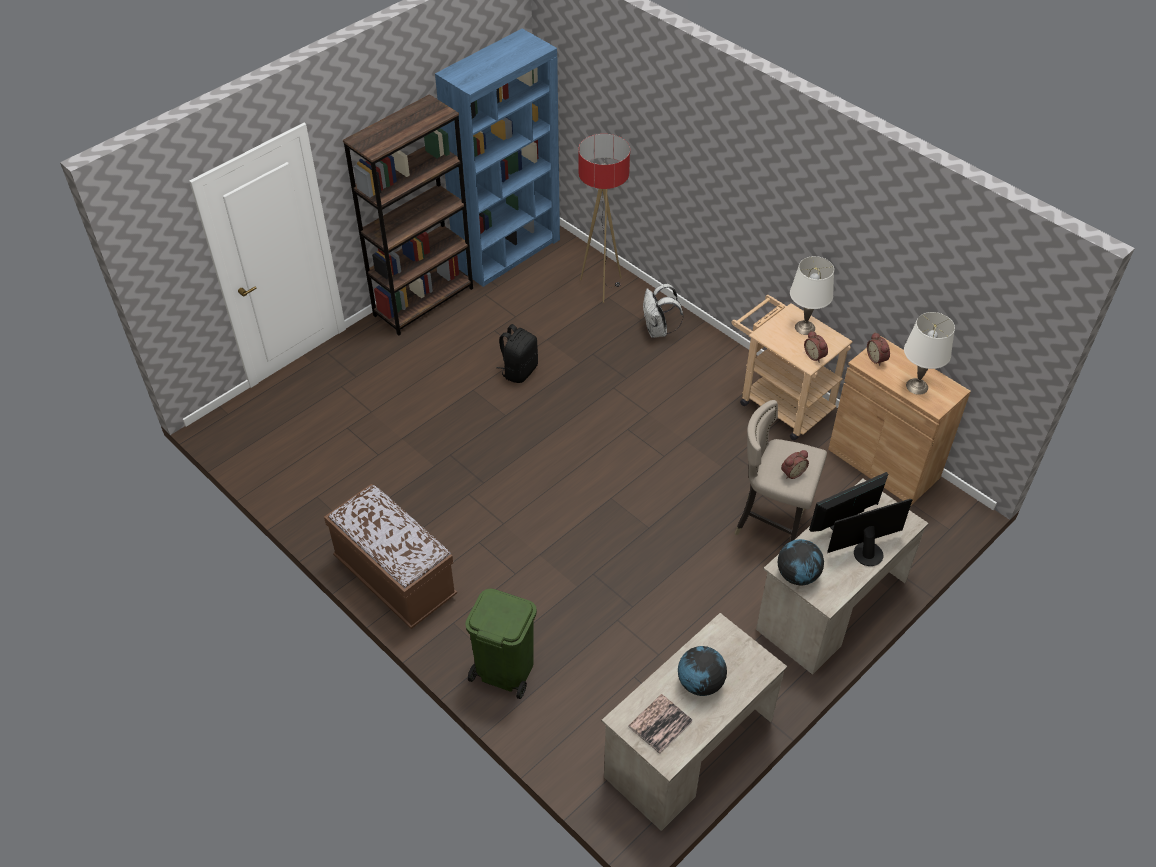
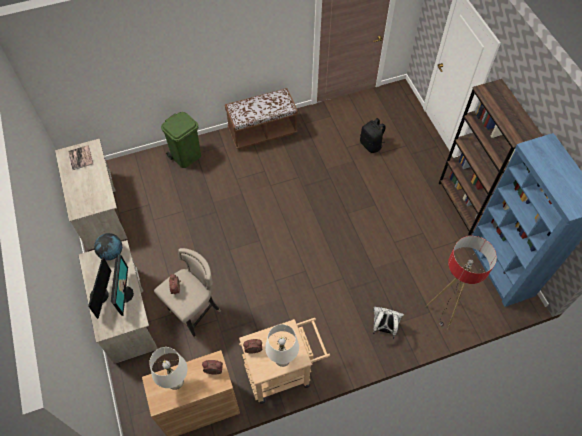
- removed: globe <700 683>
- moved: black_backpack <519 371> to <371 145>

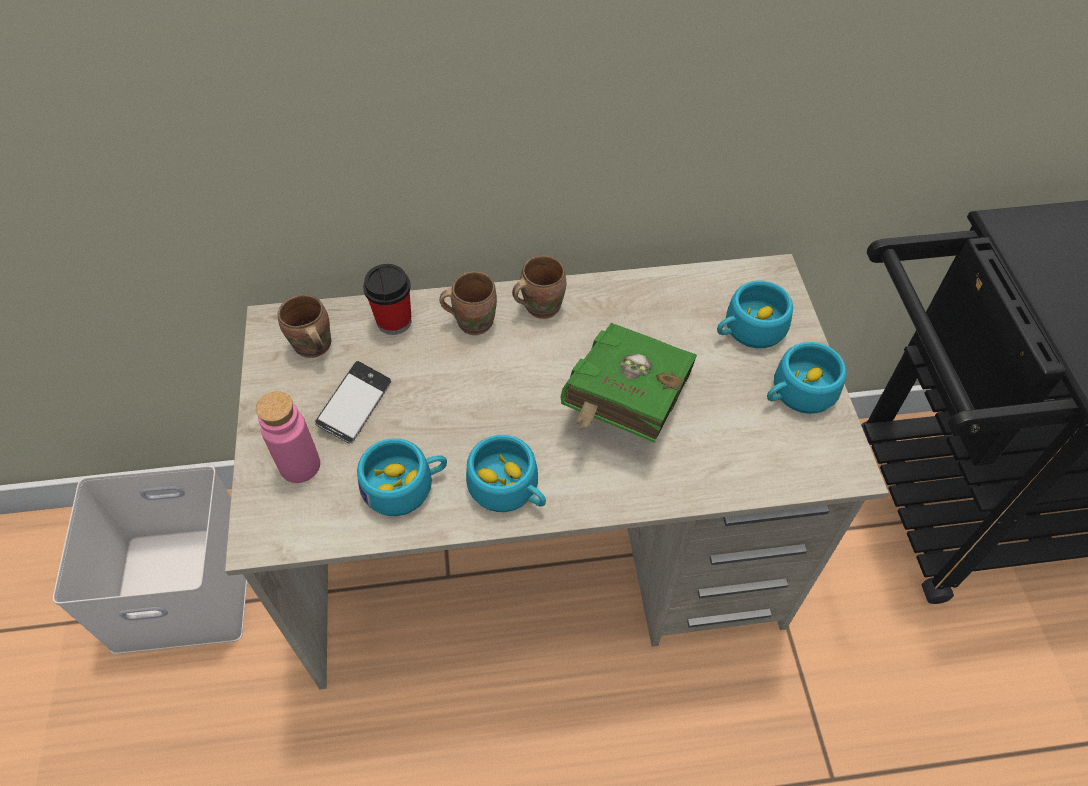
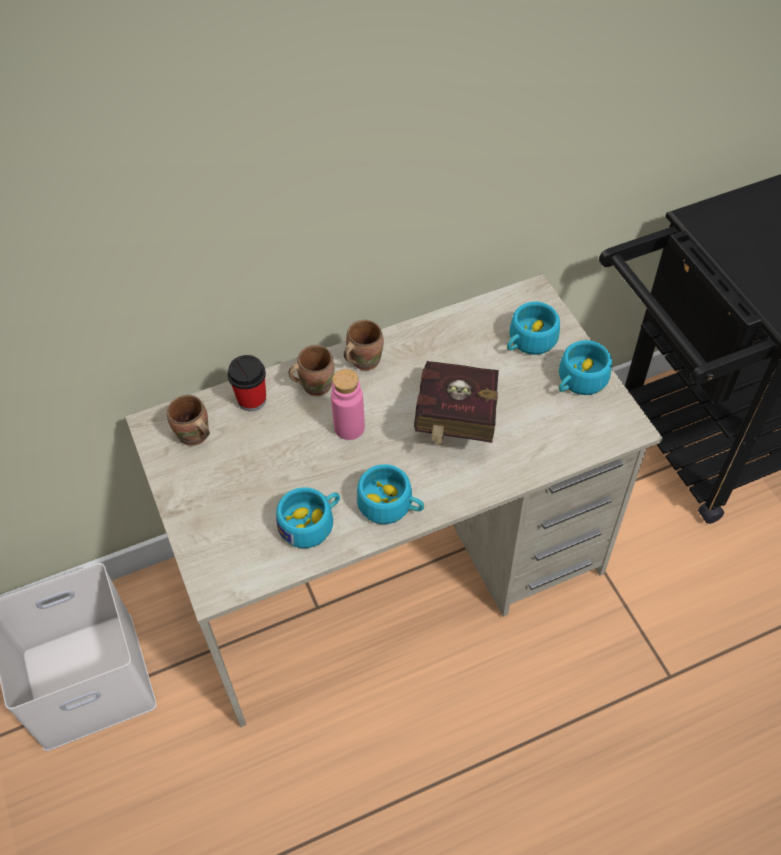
- removed: phone <355 406>
- moved: pink_bottle <300 465> to <349 427>
- recoloured: green_book <623 406> to red_book <454 423>

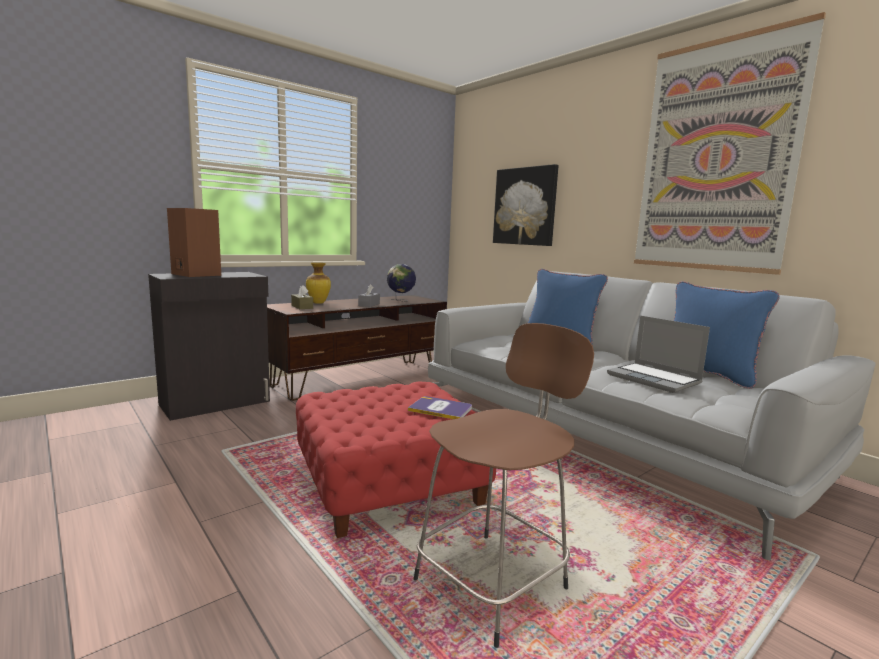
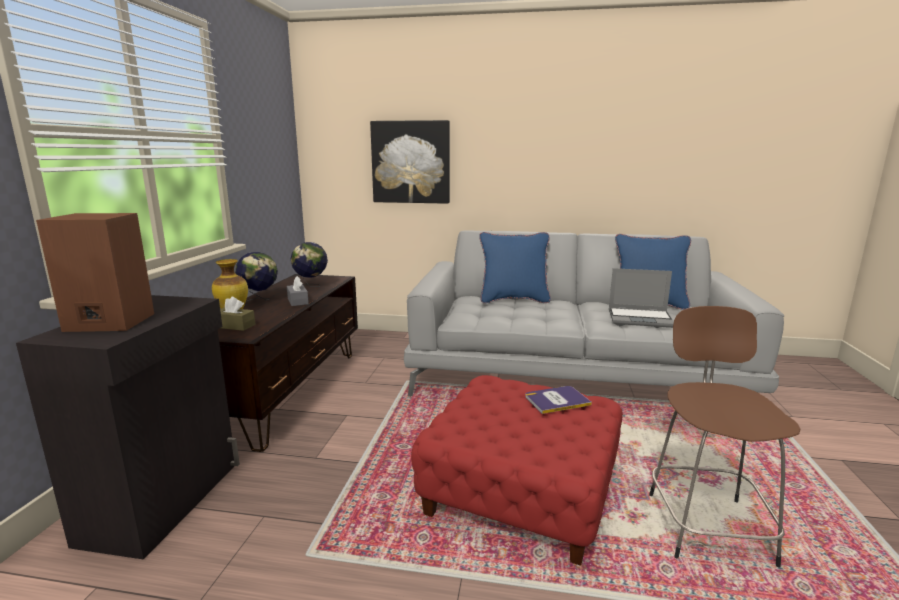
- removed: picture <716 157>
- added: globe <260 300>

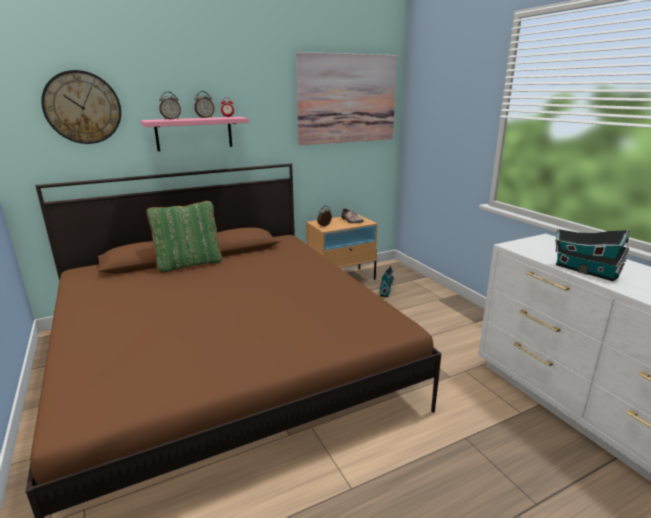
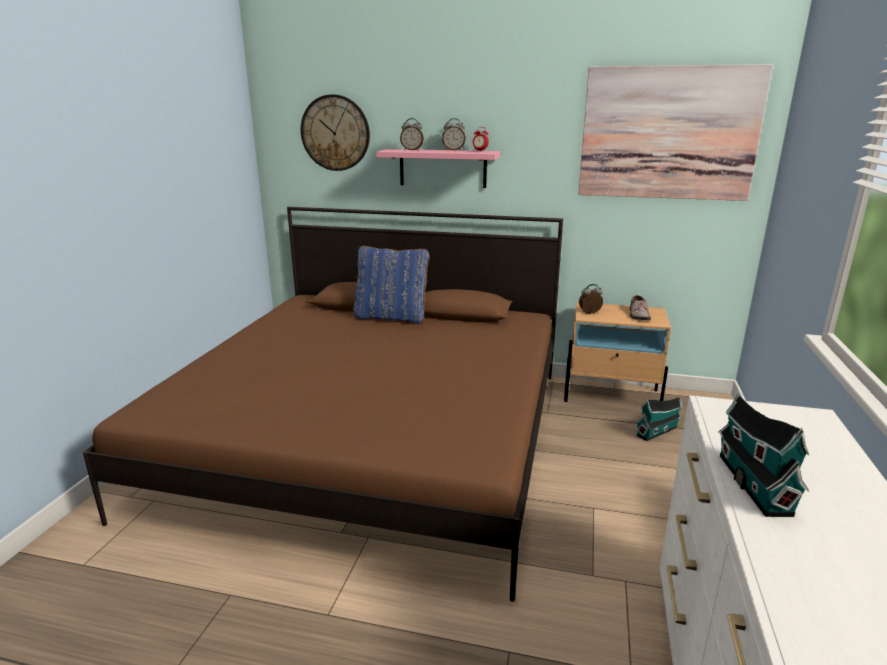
- recoloured: green_pillow <189 264> to blue_pillow <392 317>

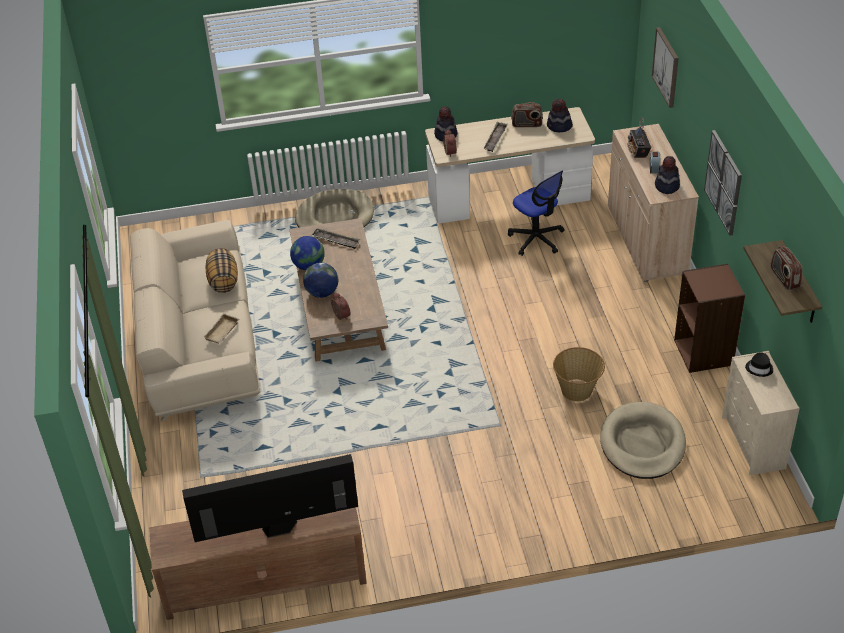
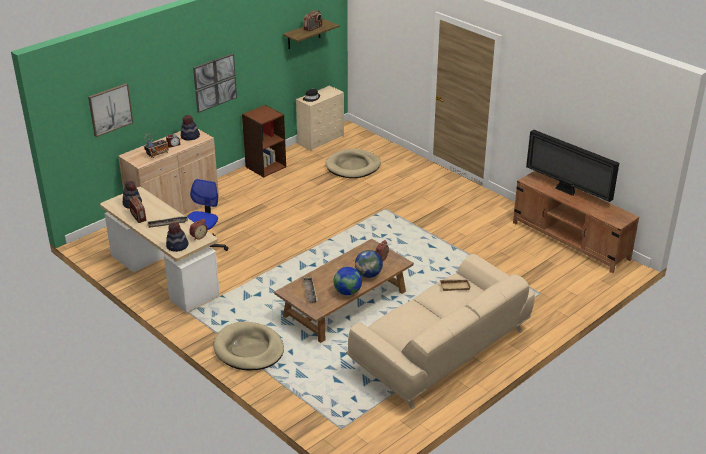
- removed: pillow <223 281>
- removed: basket <577 390>

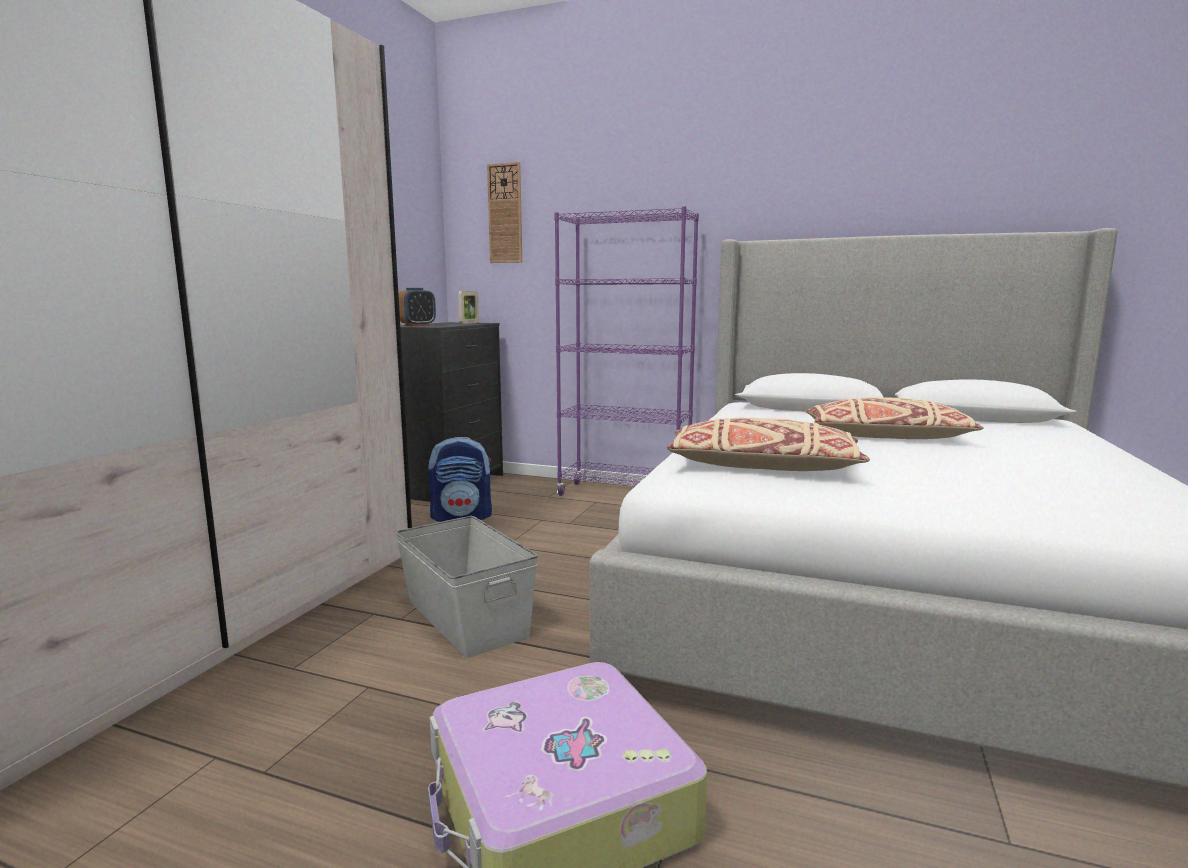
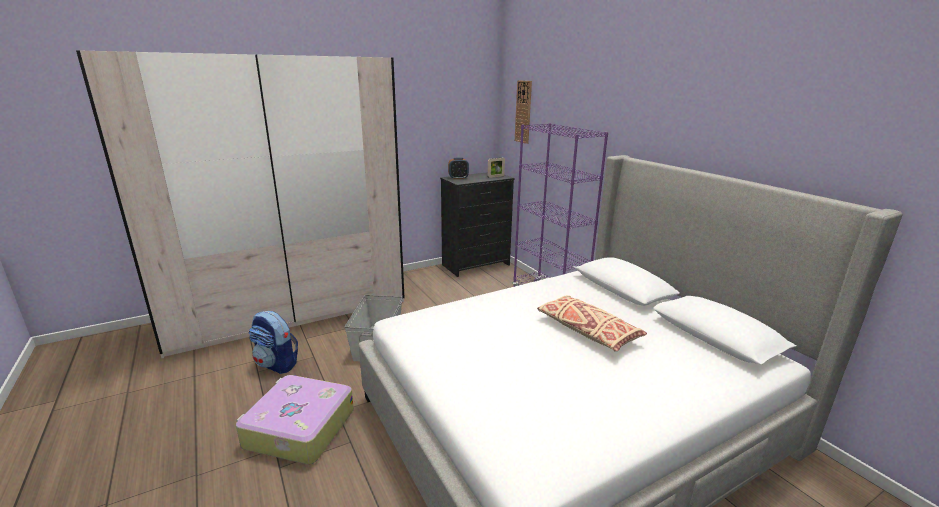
- removed: beige_pillow <762 466>
- moved: backpack <462 517> to <277 364>

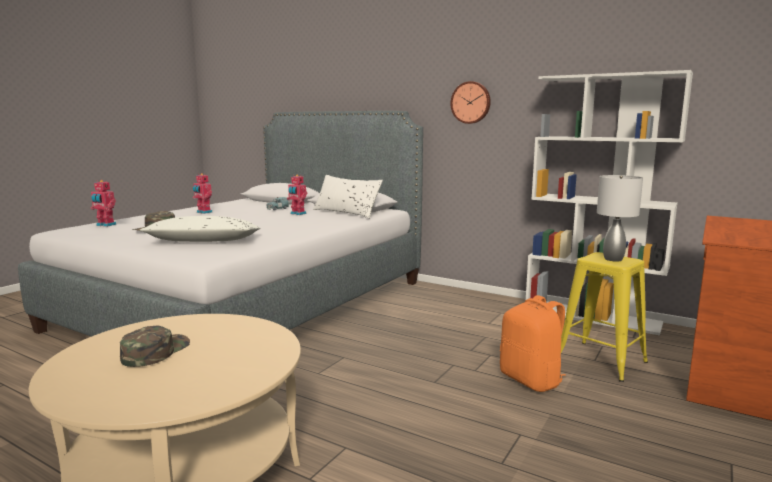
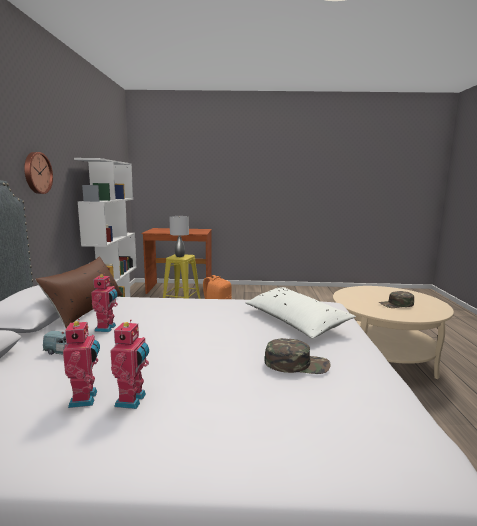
- moved: toy_robot <105 225> to <85 399>
- recoloured: white_pillow <346 212> to brown_pillow <87 309>

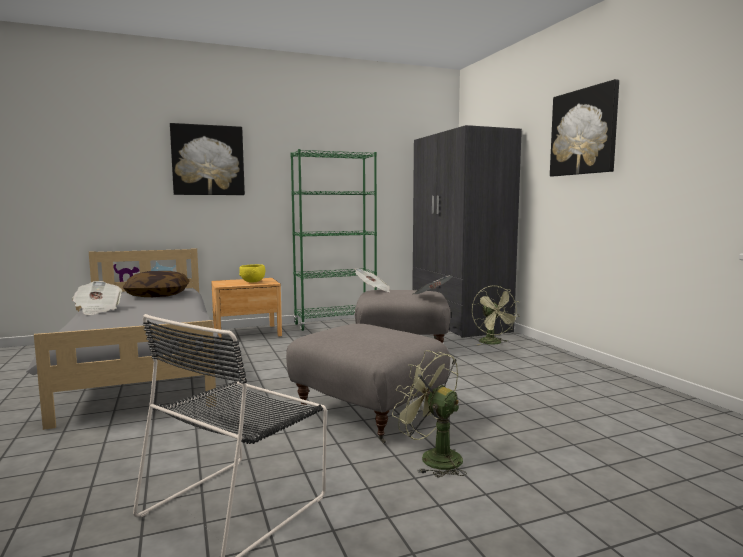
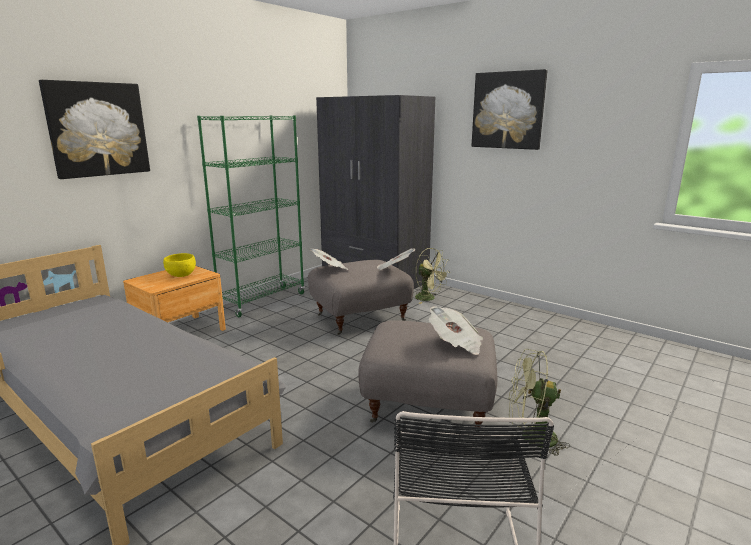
- removed: pillow <158 295>
- moved: newspaper <98 310> to <456 344>

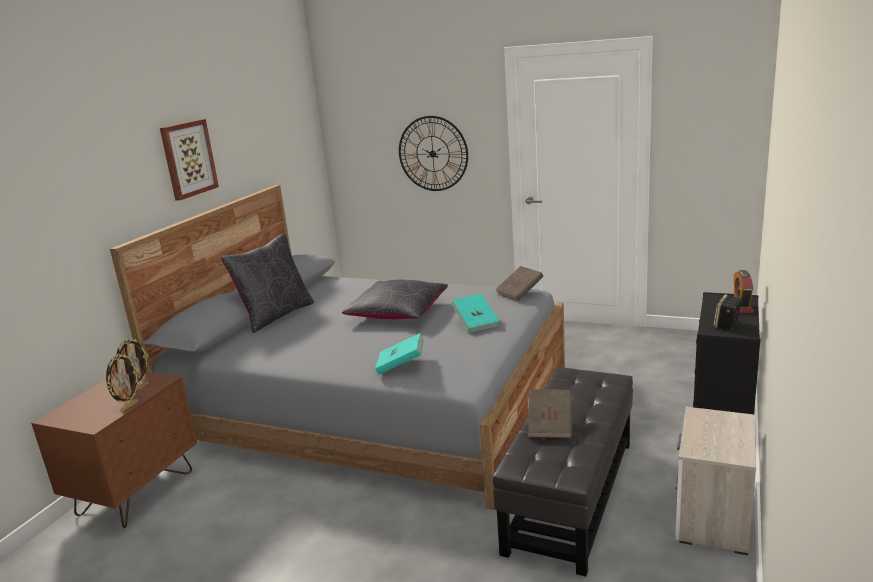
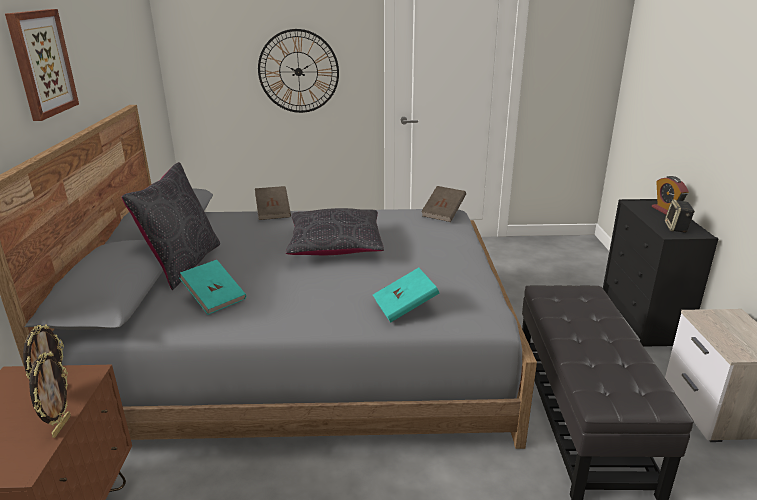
- moved: turquoise_book <476 323> to <215 298>
- moved: brown_book <550 425> to <273 212>

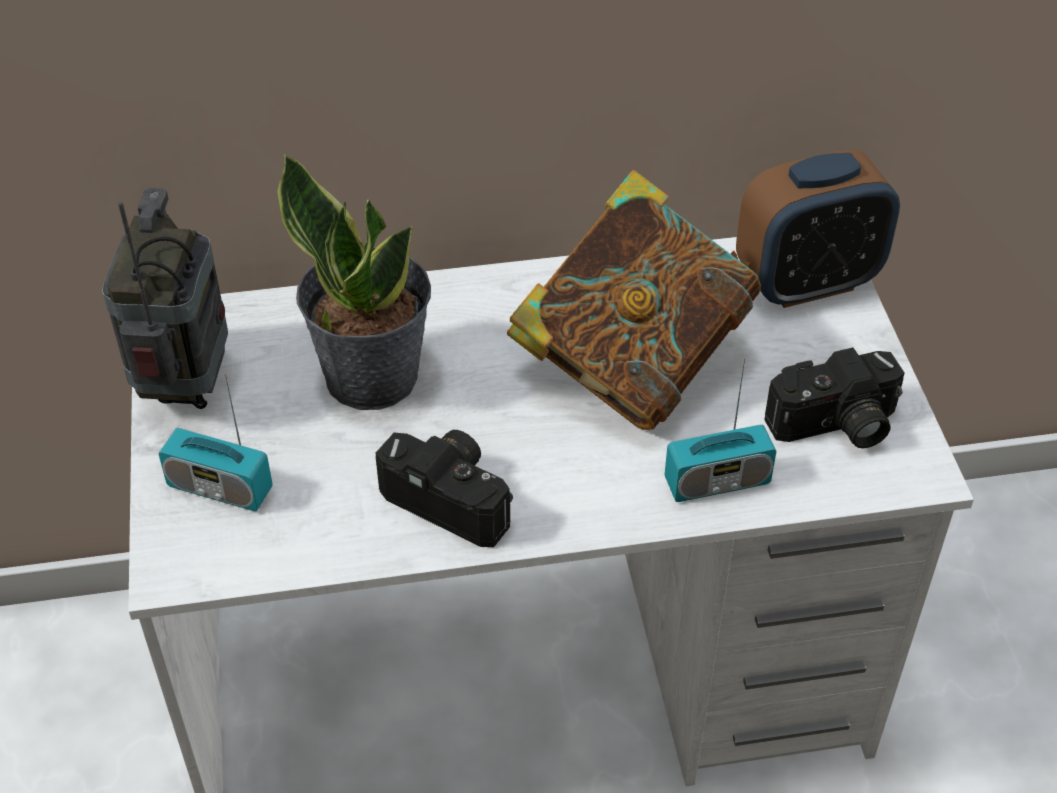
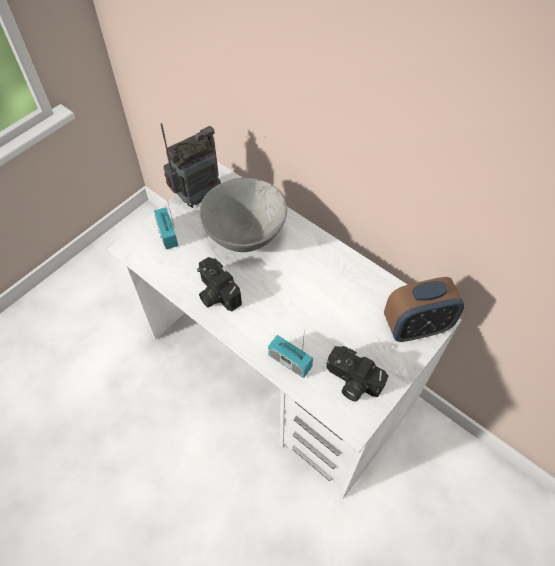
- removed: book <631 362>
- replaced: potted_plant <372 375> to grey_bowl <245 237>
- turned: photo_camera <454 498> = <215 293> 150 degrees clockwise
- turned: alarm_clock <807 283> = <416 327> 45 degrees counterclockwise

